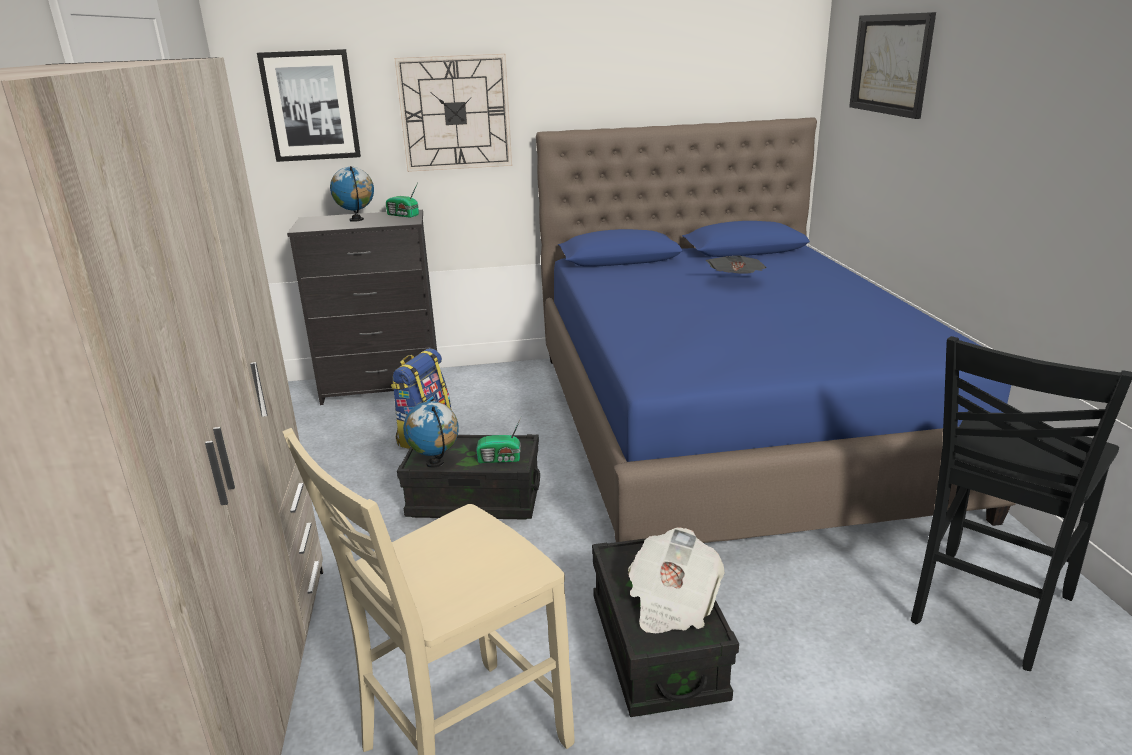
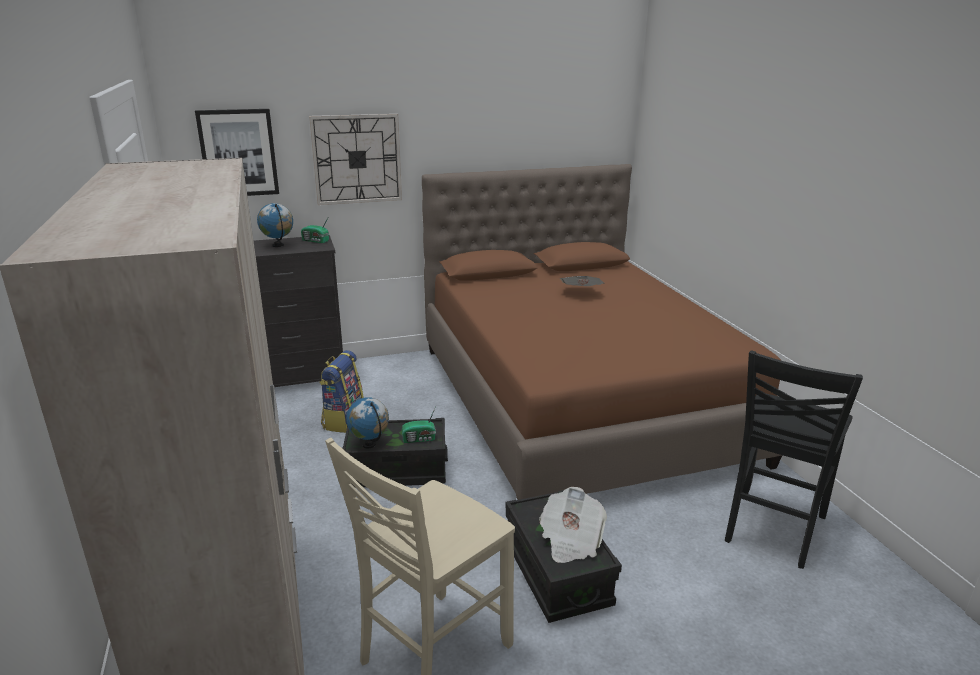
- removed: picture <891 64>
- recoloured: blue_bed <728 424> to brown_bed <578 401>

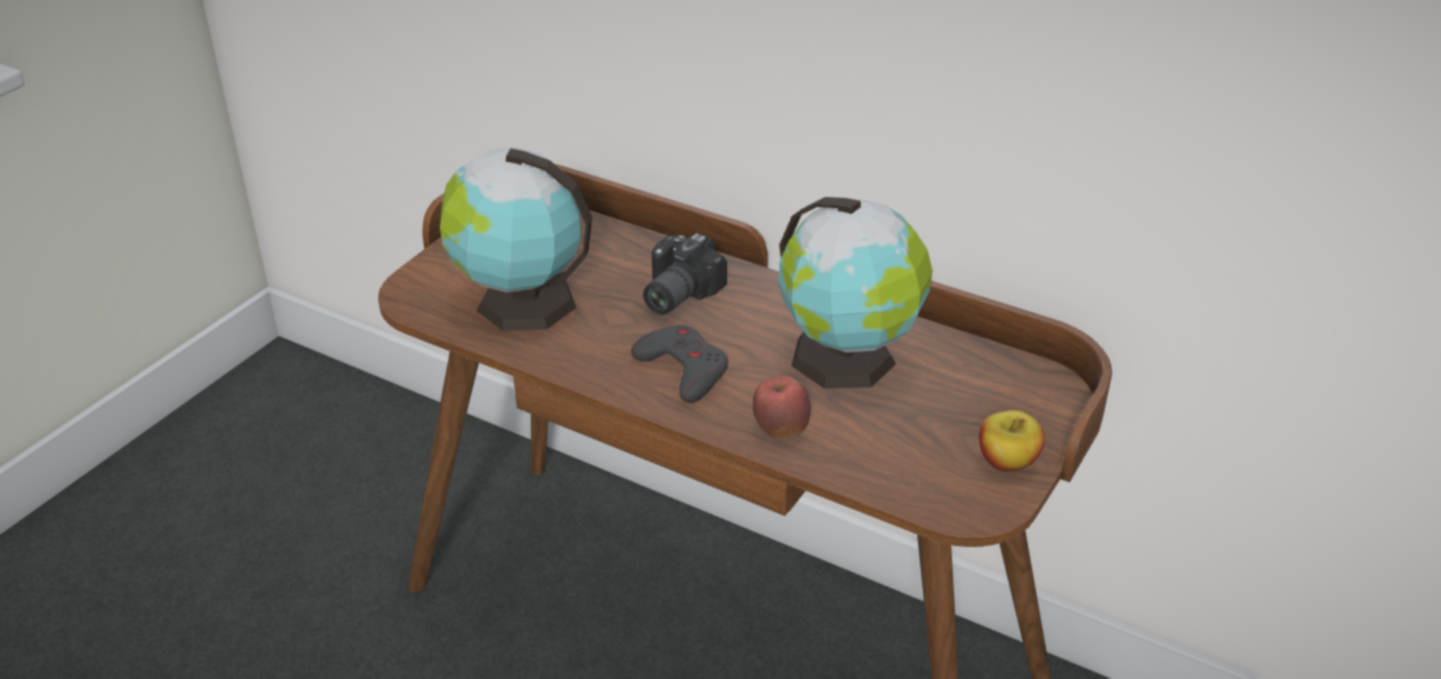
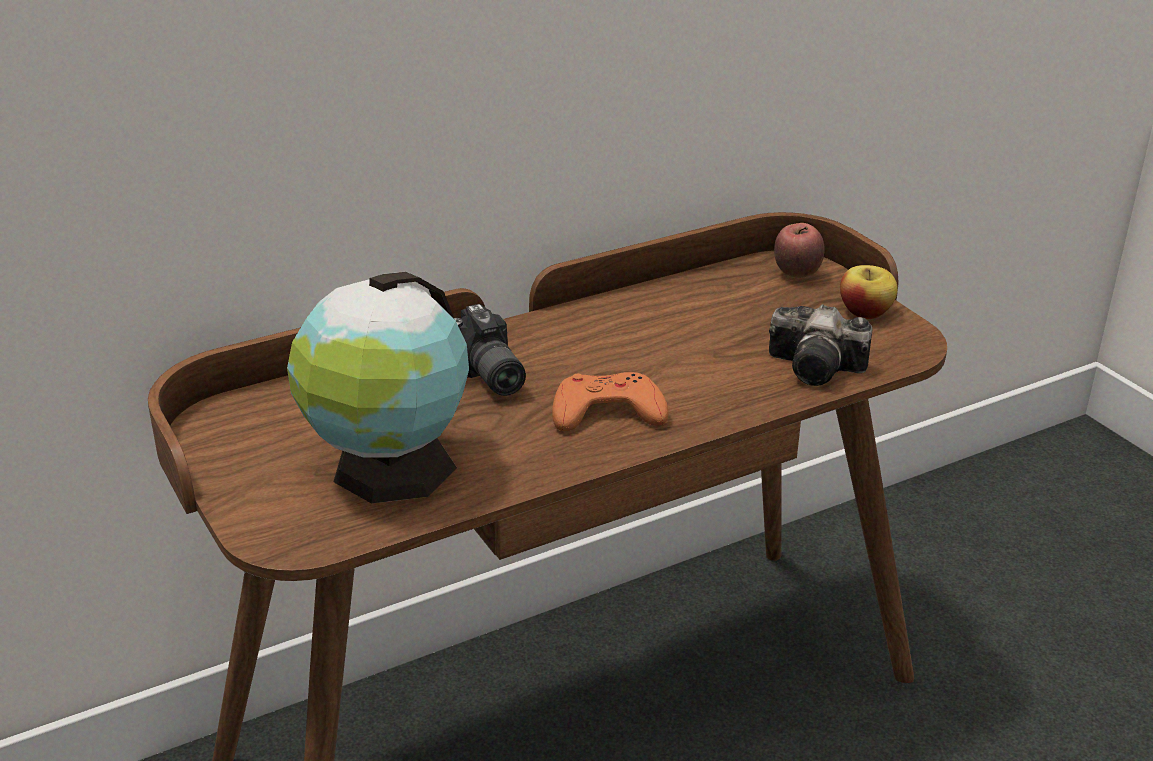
- removed: globe <848 359>
- added: photo_camera <819 368>
- moved: apple <780 431> to <797 274>
- recoloured: grey_game_controller <683 369> to orange_game_controller <607 412>

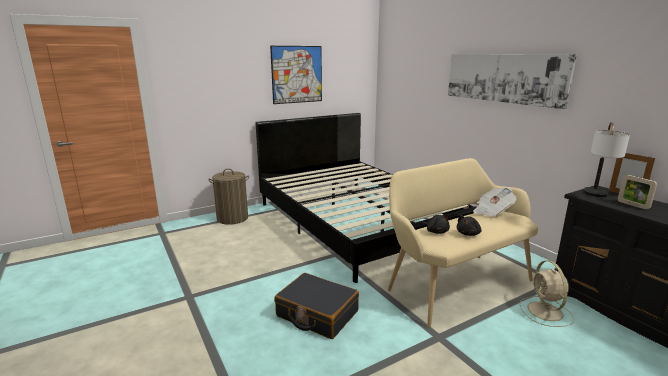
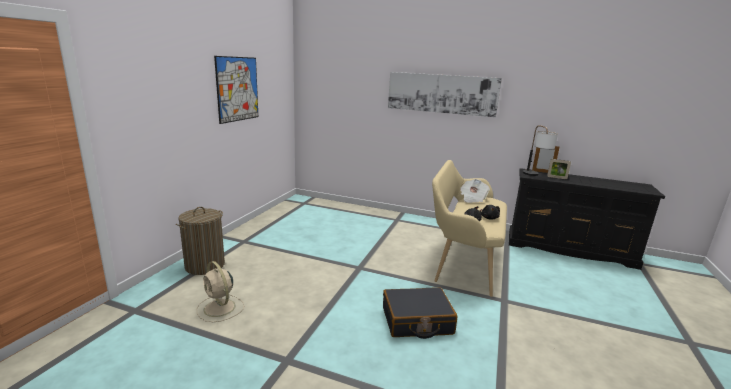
- removed: black_bed <355 221>
- moved: beige_fan <545 312> to <220 308>

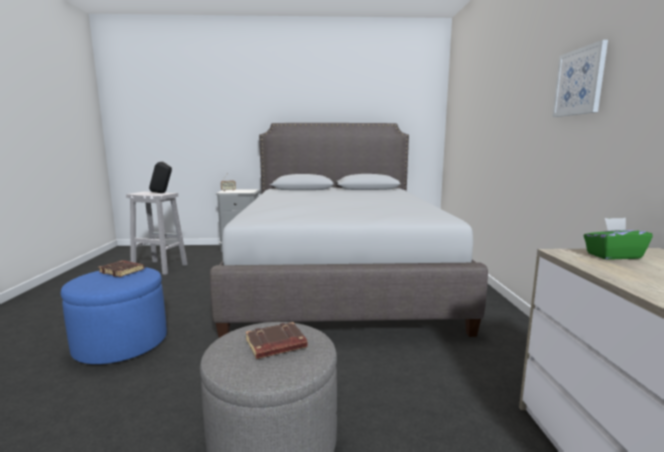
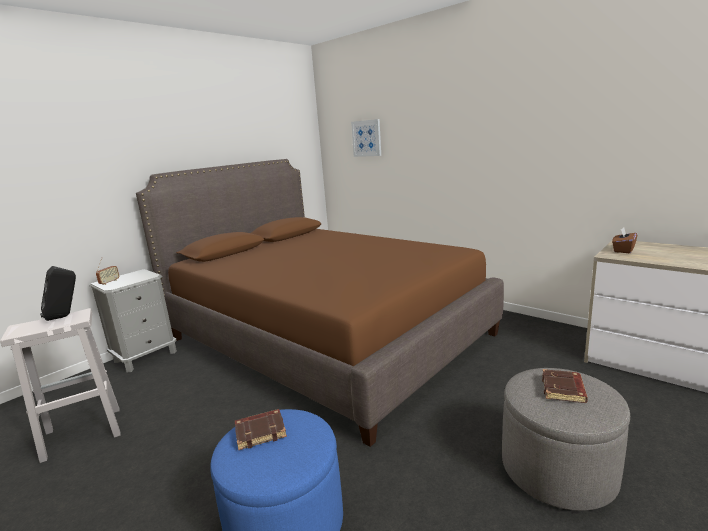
- moved: picture <579 82> to <367 138>
- recoloured: grey_bed <339 276> to brown_bed <326 336>
- recoloured: green_tissue_box <613 256> to brown_tissue_box <623 250>

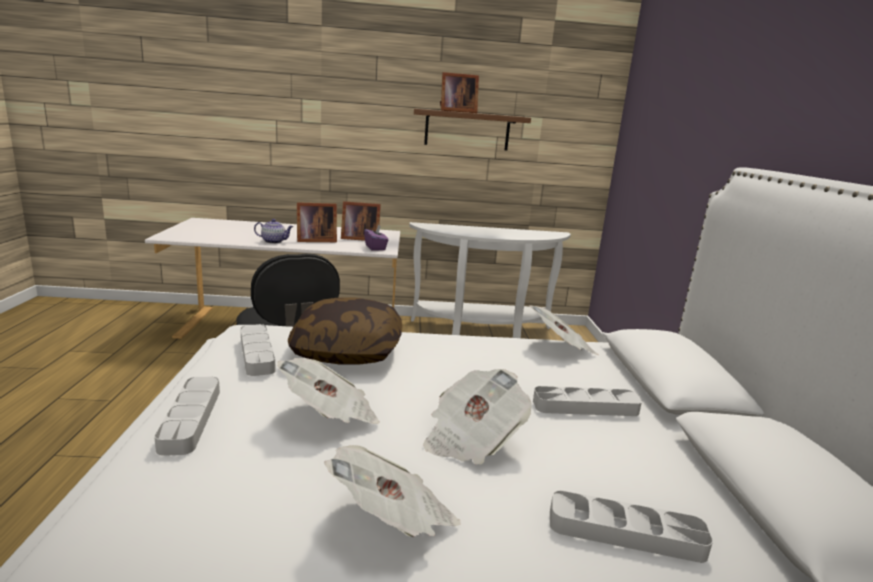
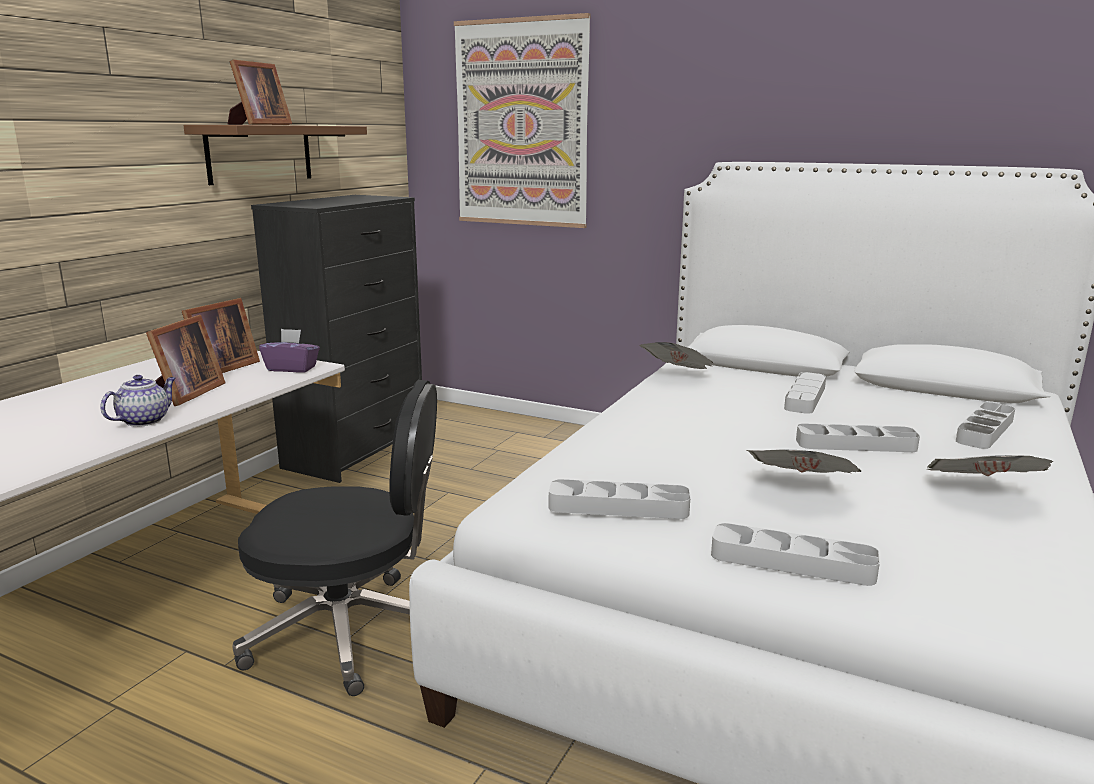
- removed: pillow <347 350>
- added: picture <521 124>
- replaced: white_console_table <482 330> to black_dresser <357 450>
- replaced: newspaper <471 438> to grey_tray <855 444>

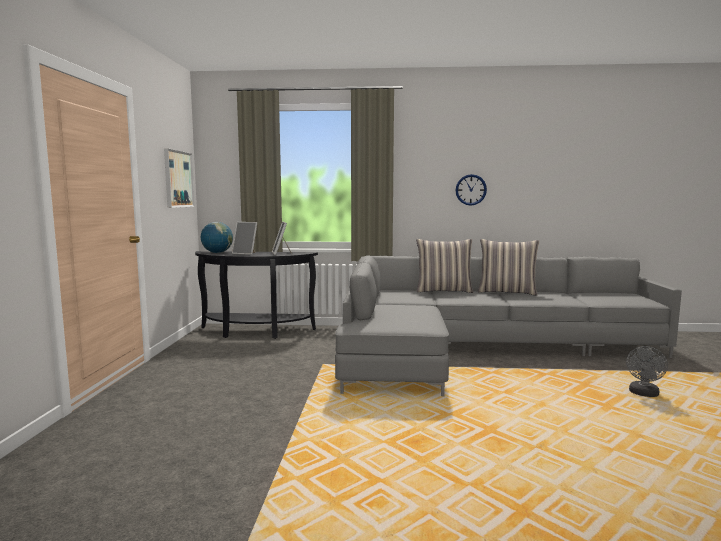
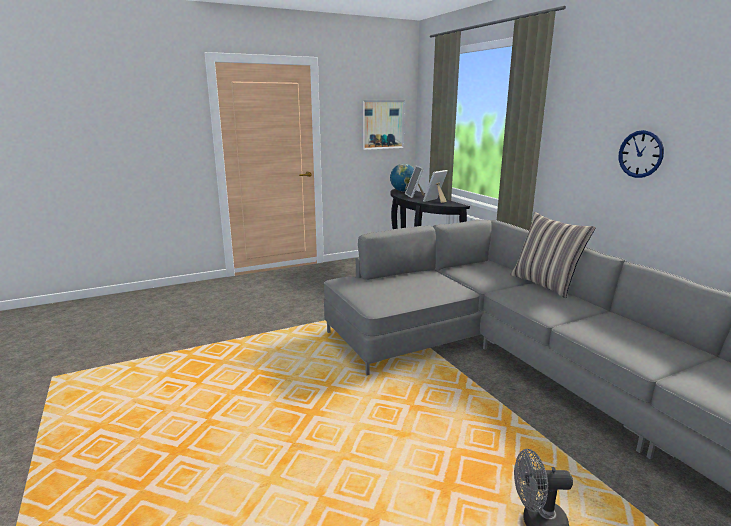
- removed: pillow <507 292>

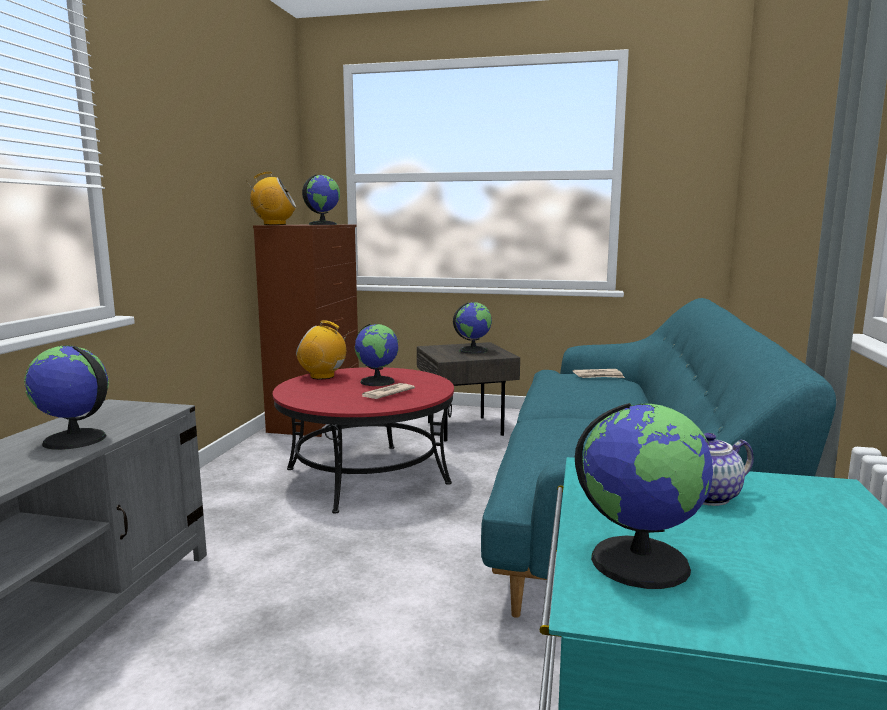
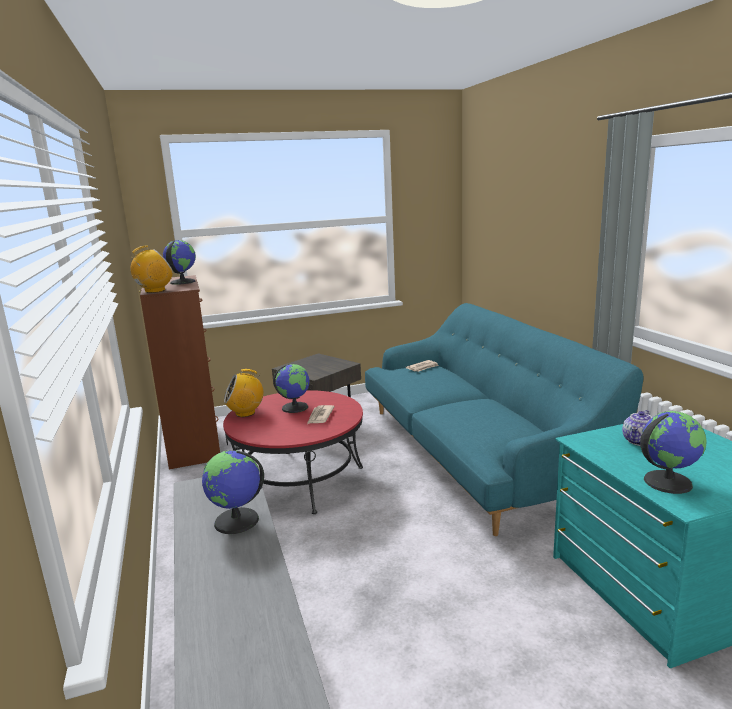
- removed: globe <473 350>

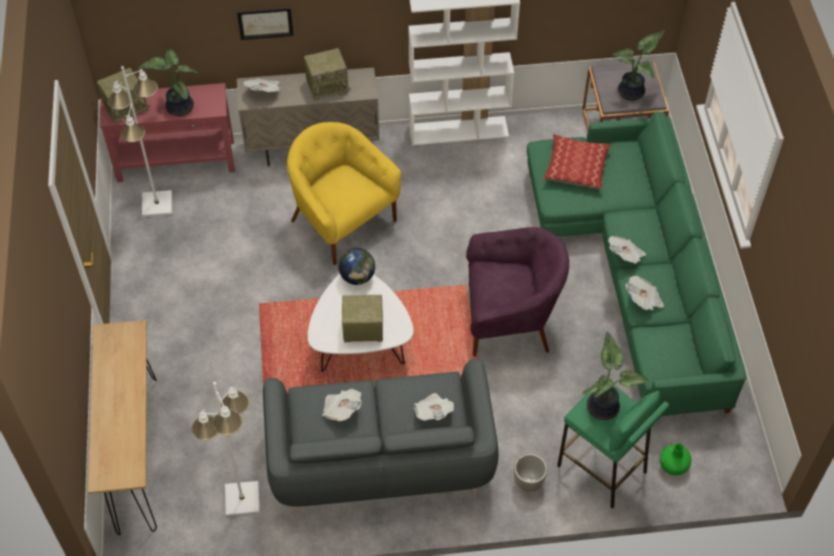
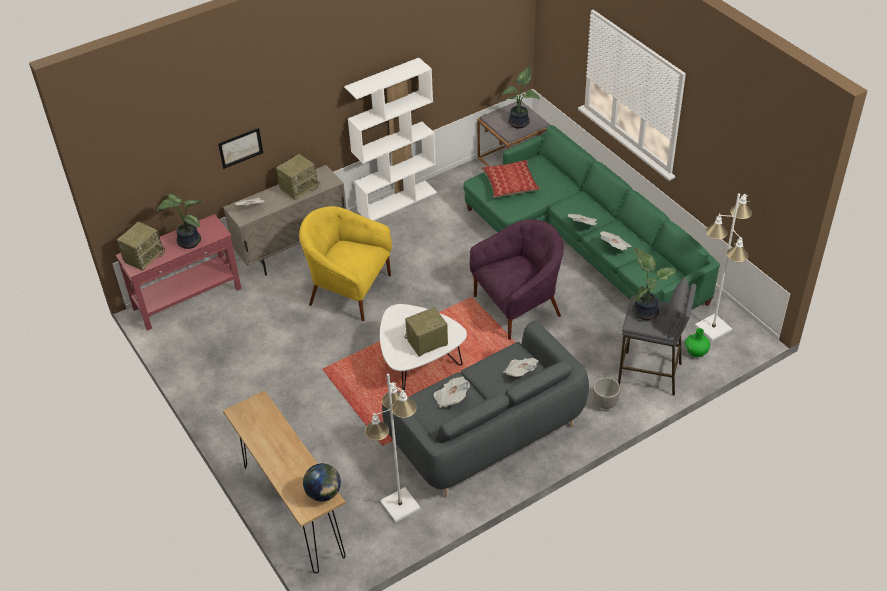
- moved: white_floor_lamp <157 204> to <713 328>
- moved: globe <357 277> to <323 493>
- recoloured: green_stool <602 469> to grey_stool <650 374>

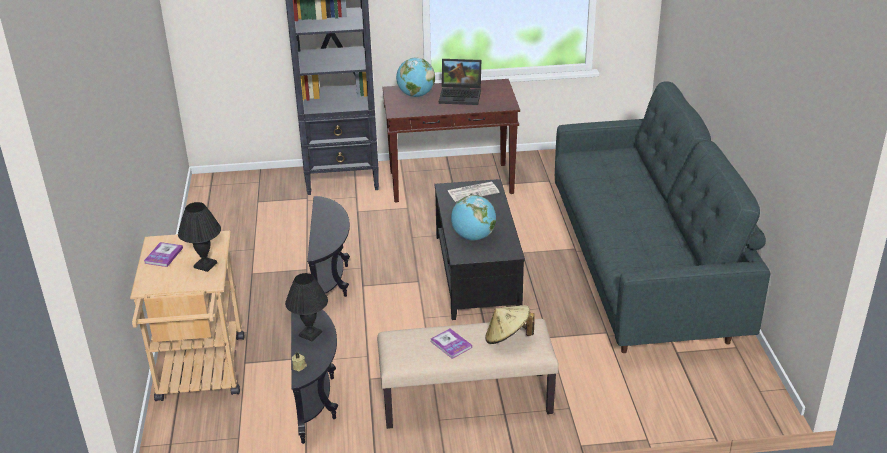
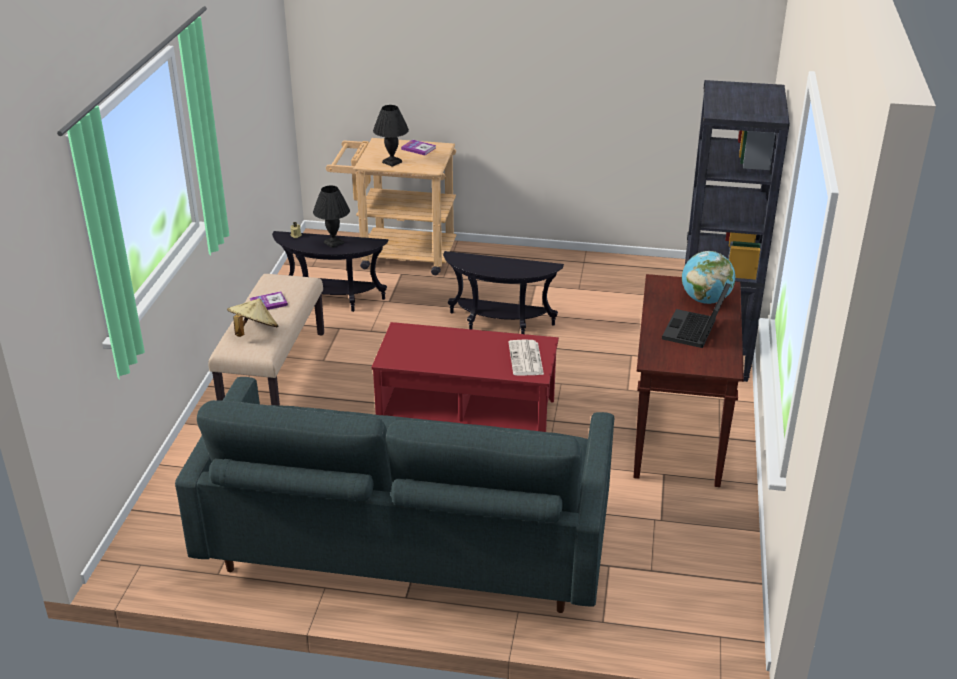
- removed: globe <473 237>
- recoloured: black_coffee_table <478 273> to red_coffee_table <466 415>

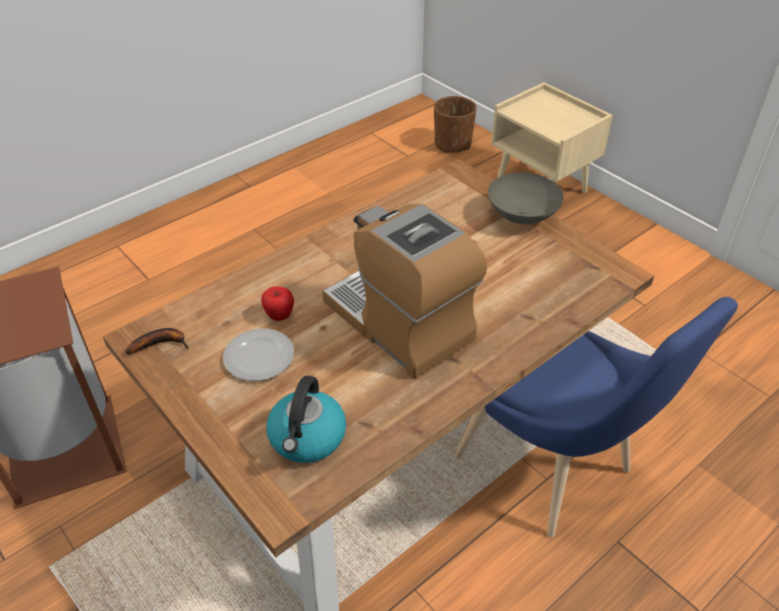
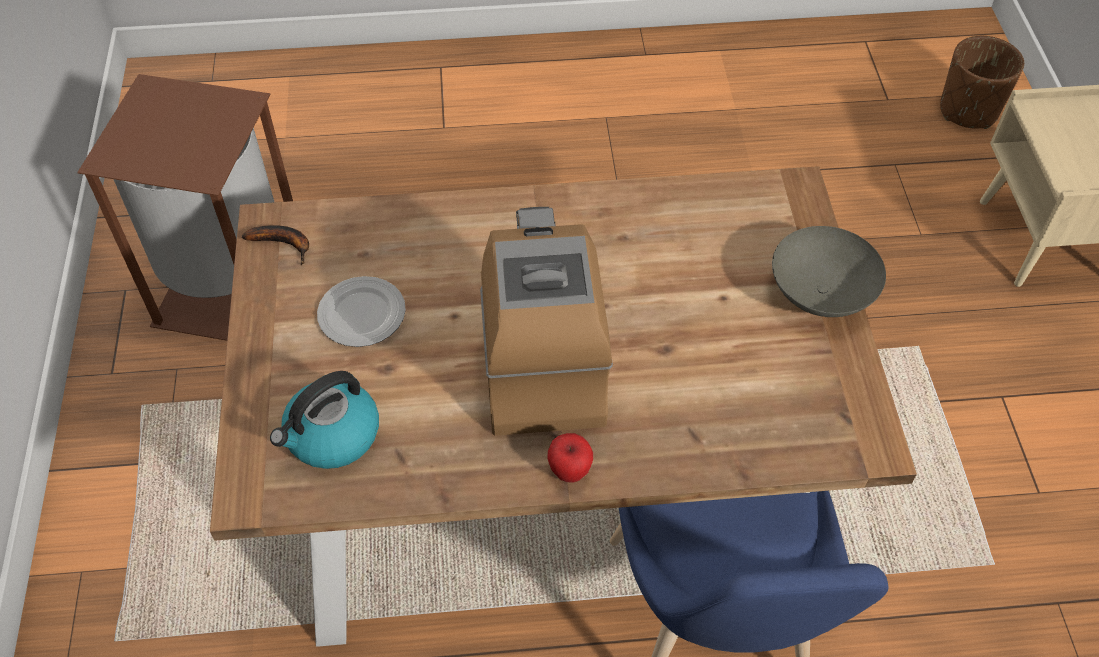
- moved: apple <279 316> to <569 471>

